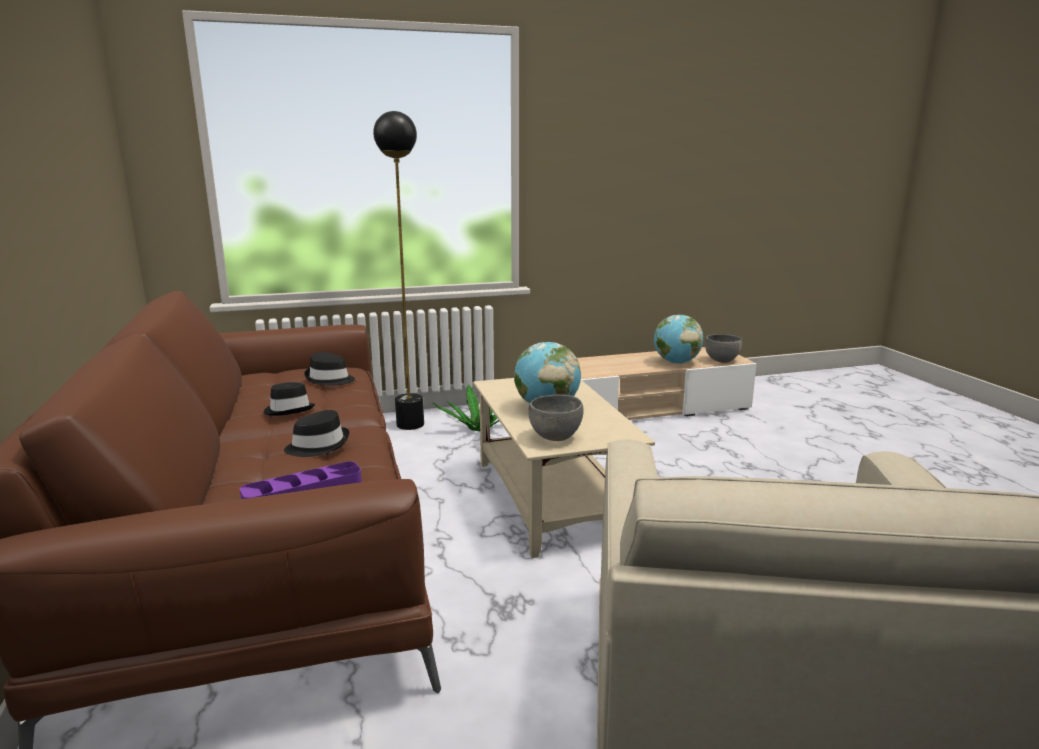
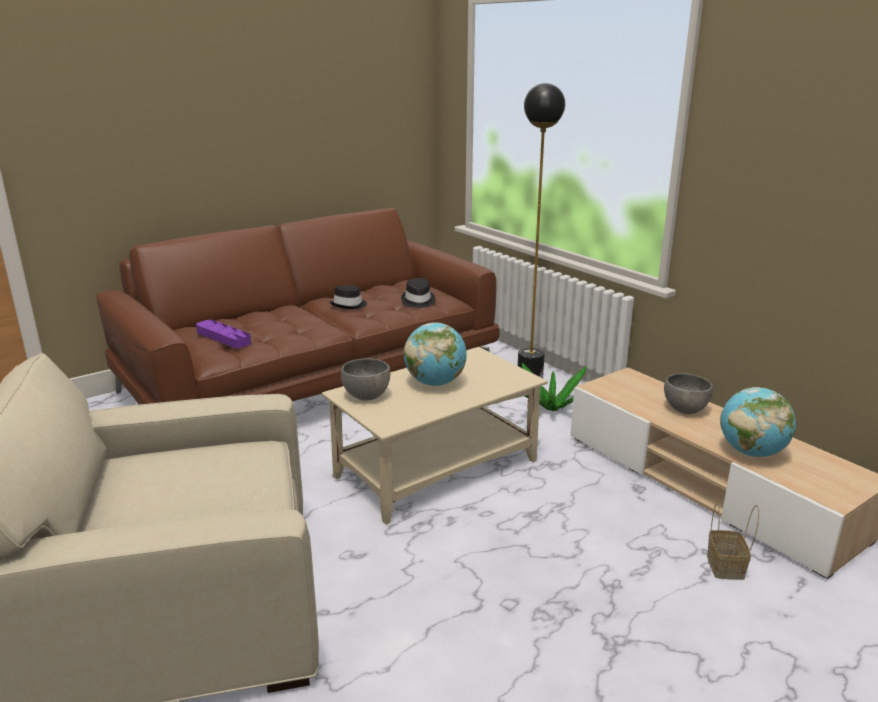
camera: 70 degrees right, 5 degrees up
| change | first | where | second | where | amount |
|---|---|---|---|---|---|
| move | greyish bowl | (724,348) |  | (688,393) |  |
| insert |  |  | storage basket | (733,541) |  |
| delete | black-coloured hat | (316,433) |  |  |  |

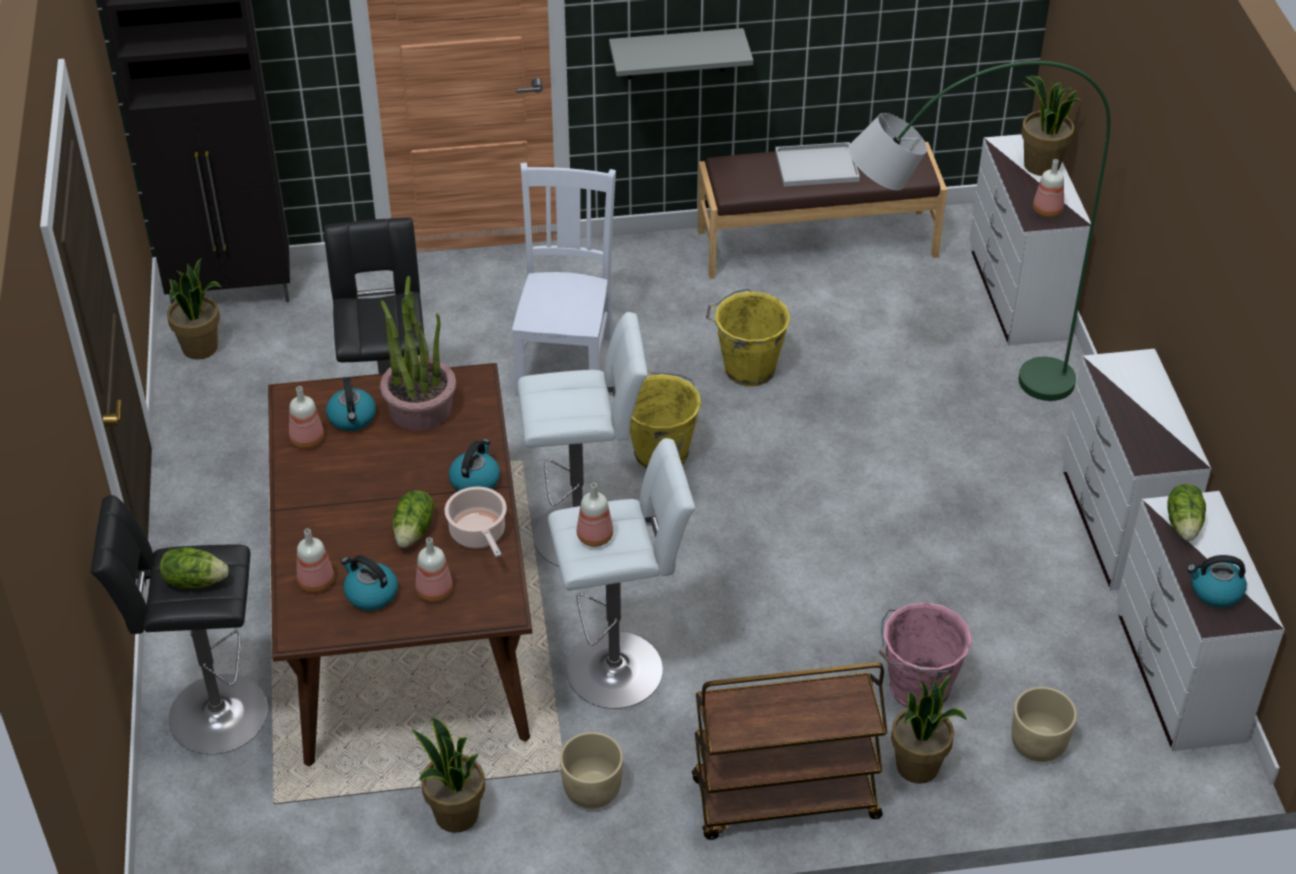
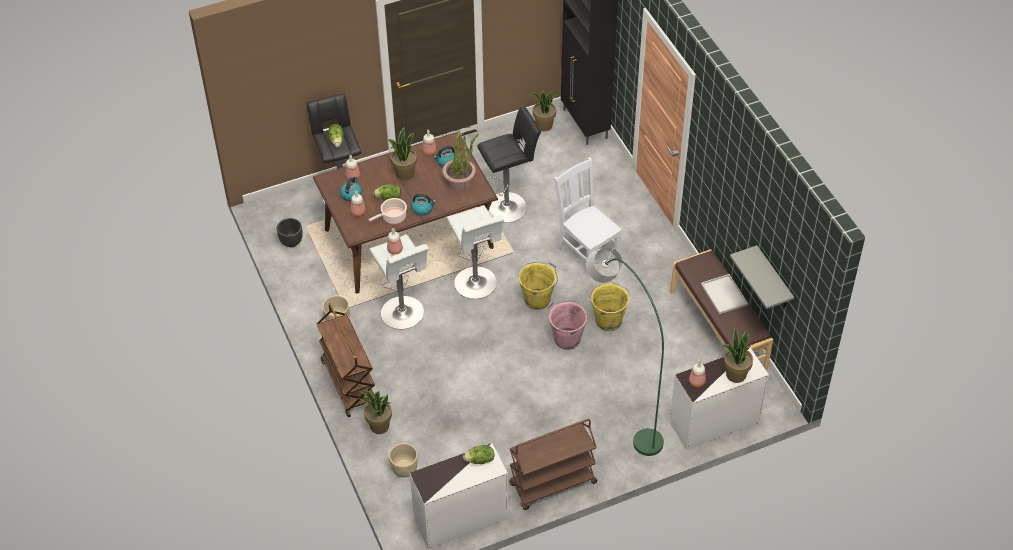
camera: 75 degrees right, 5 degrees up
| change | first | where | second | where | amount |
|---|---|---|---|---|---|
| insert |  |  | black-coloured planter | (290,232) |  |
| move | plant in a pot | (448,775) |  | (402,154) |  |
| replace | whitish dresser | (1136,469) | brown wheeled cart | (553,464) |  |
| move | pink-coloured bucket | (925,655) |  | (567,325) |  |
| rotate | whitish chair | (564,279) |  | (588,217) | 120 degrees counterclockwise |
| move | greyish shelf | (681,54) |  | (762,277) |  |
| delete | tea kettle | (1217,581) |  |  |  |

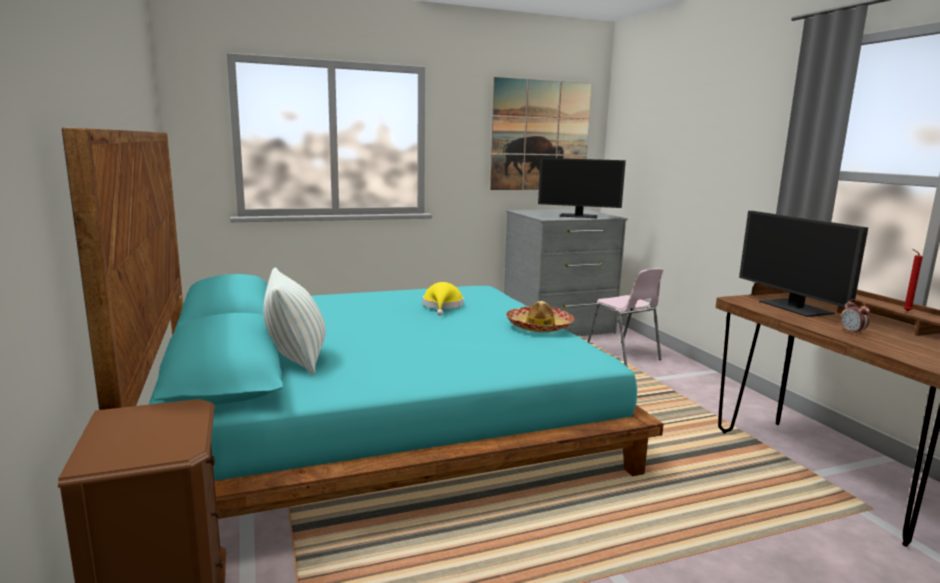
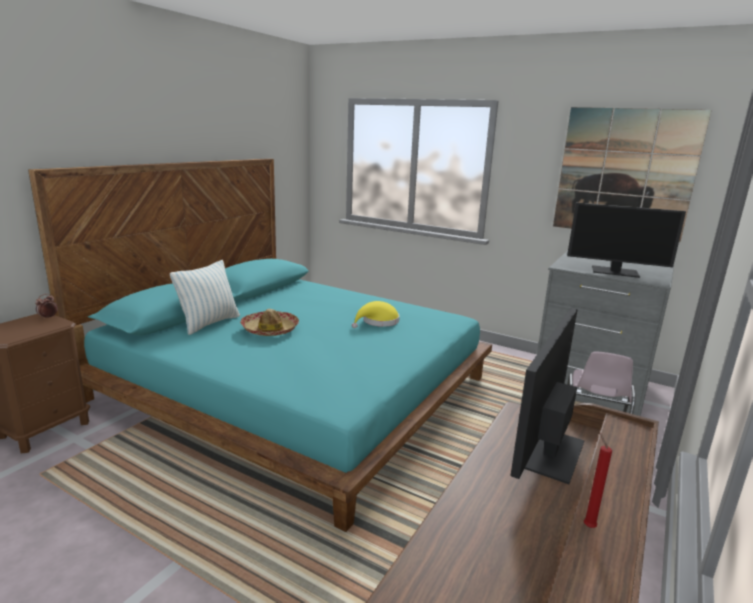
camera: 50 degrees right, 5 degrees up
| change | first | where | second | where | amount |
|---|---|---|---|---|---|
| move | table clock | (855,317) |  | (46,306) |  |
| move | hat | (540,316) |  | (269,322) |  |
| rotate | computer display | (582,188) |  | (626,240) | 45 degrees counterclockwise |

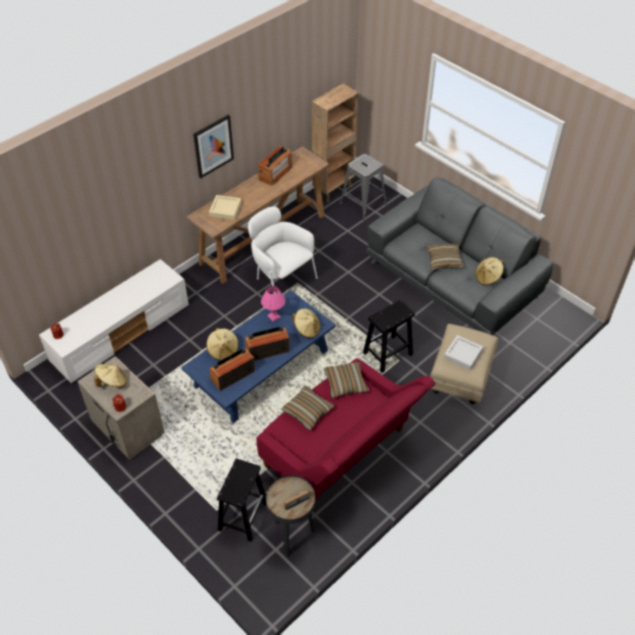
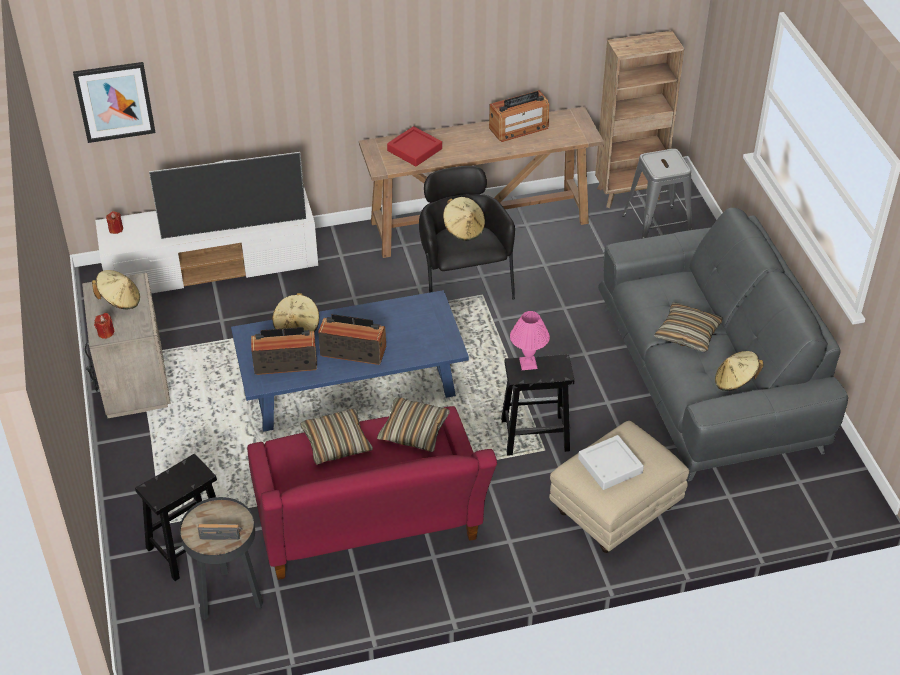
camera: 30 degrees right, 5 degrees down
| change | first | where | second | where | amount |
|---|---|---|---|---|---|
| move | wall art | (213,146) |  | (114,102) |  |
| insert |  |  | TV set | (227,195) |  |
| recolor | beige serving tray | (225,207) | reddish serving tray | (414,146) |  |
| recolor | whitish lounge chair | (282,250) | black-coloured lounge chair | (467,233) |  |
| move | beige hat | (306,323) |  | (464,219) |  |
| move | pink-coloured tabletop lamp | (273,304) |  | (530,340) |  |

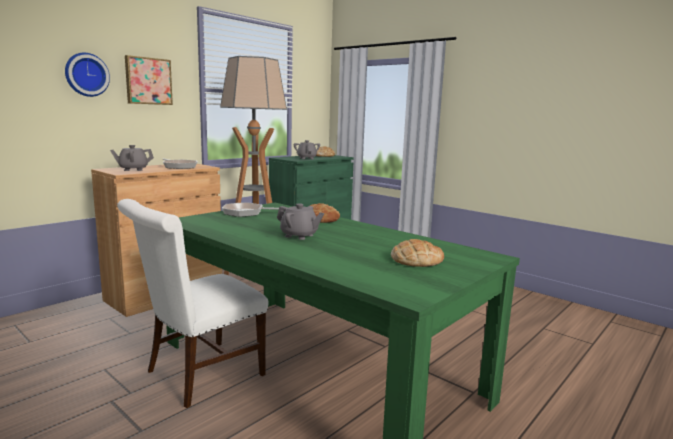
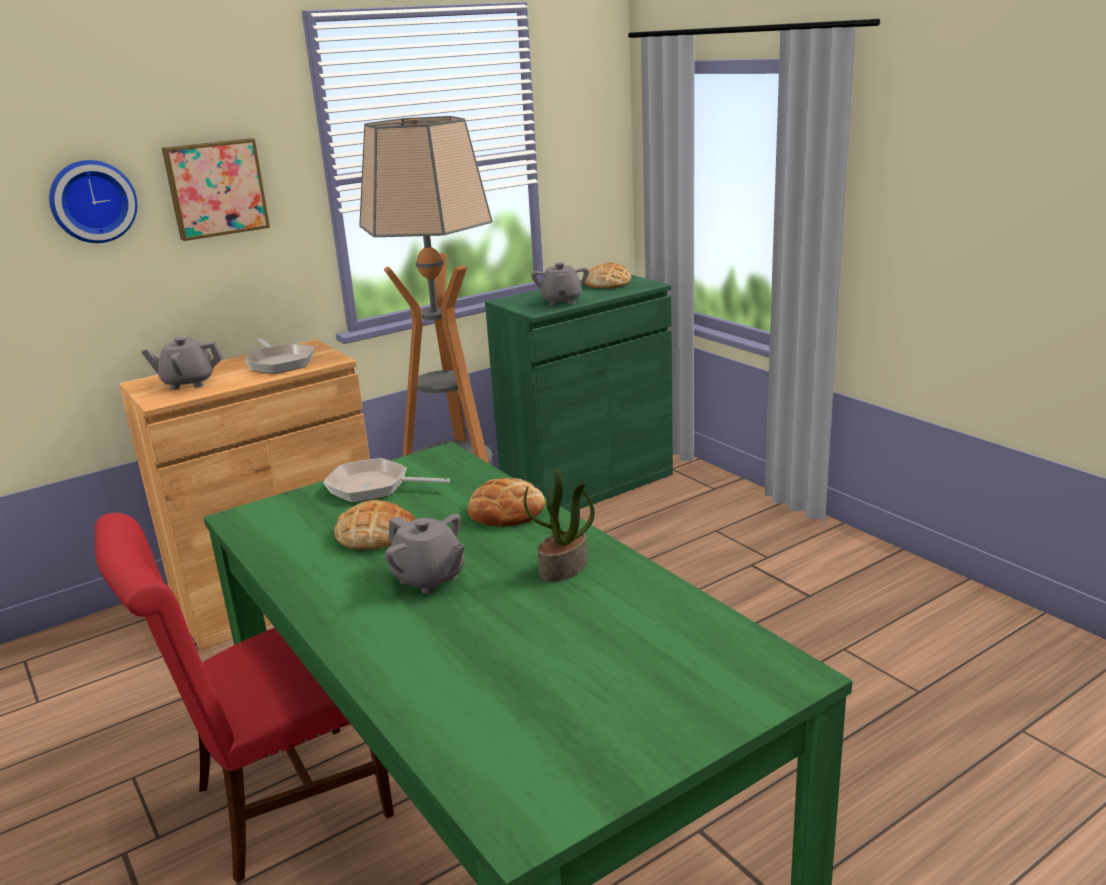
camera: 15 degrees right, 10 degrees up
| change | first | where | second | where | amount |
|---|---|---|---|---|---|
| recolor | whitish chair | (193,303) | reddish chair | (244,698) |  |
| move | baked bread | (417,253) |  | (374,525) |  |
| insert |  |  | plant in a pot | (559,526) |  |

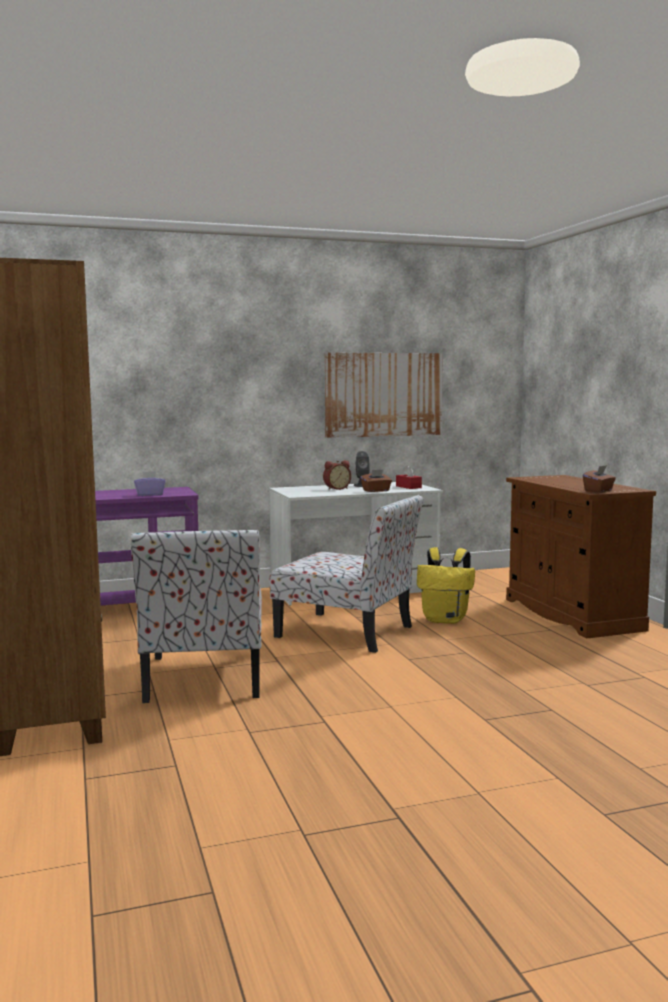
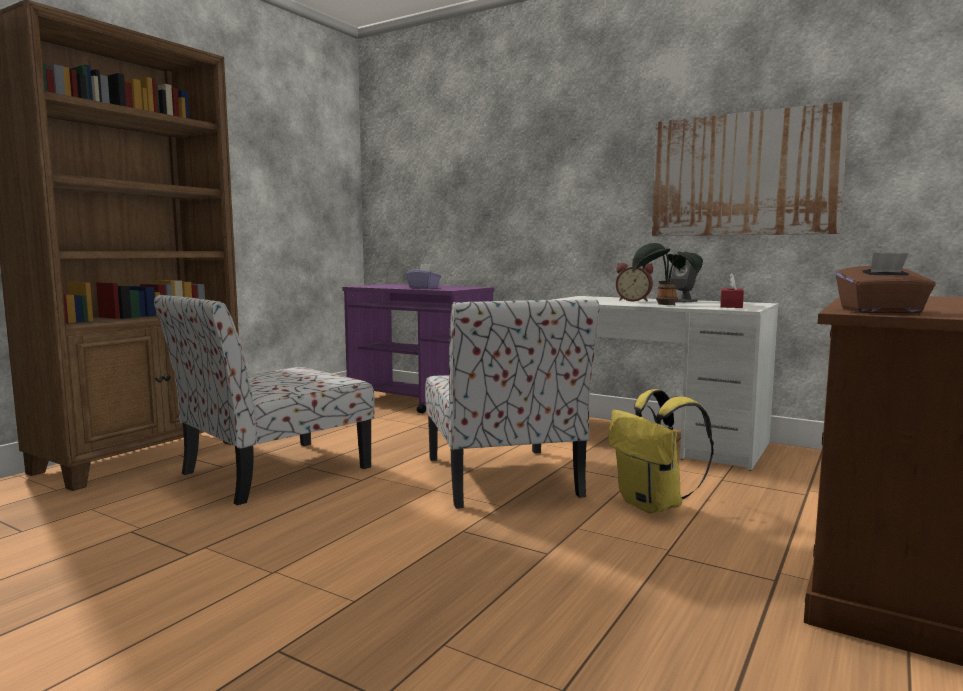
camera: 50 degrees right, 0 degrees up
| change | first | where | second | where | amount |
|---|---|---|---|---|---|
| replace | brown tissue box | (376,481) | plant in a pot | (667,274) |  |

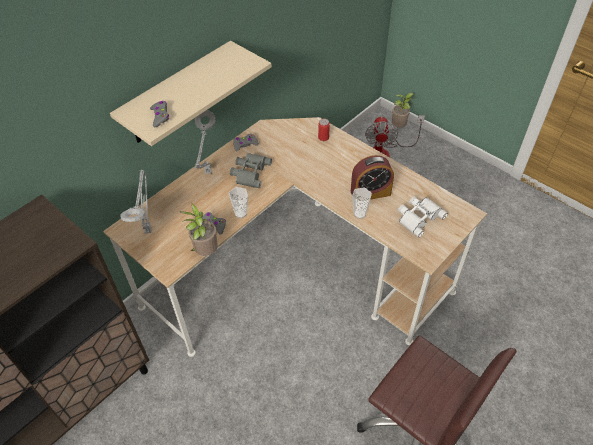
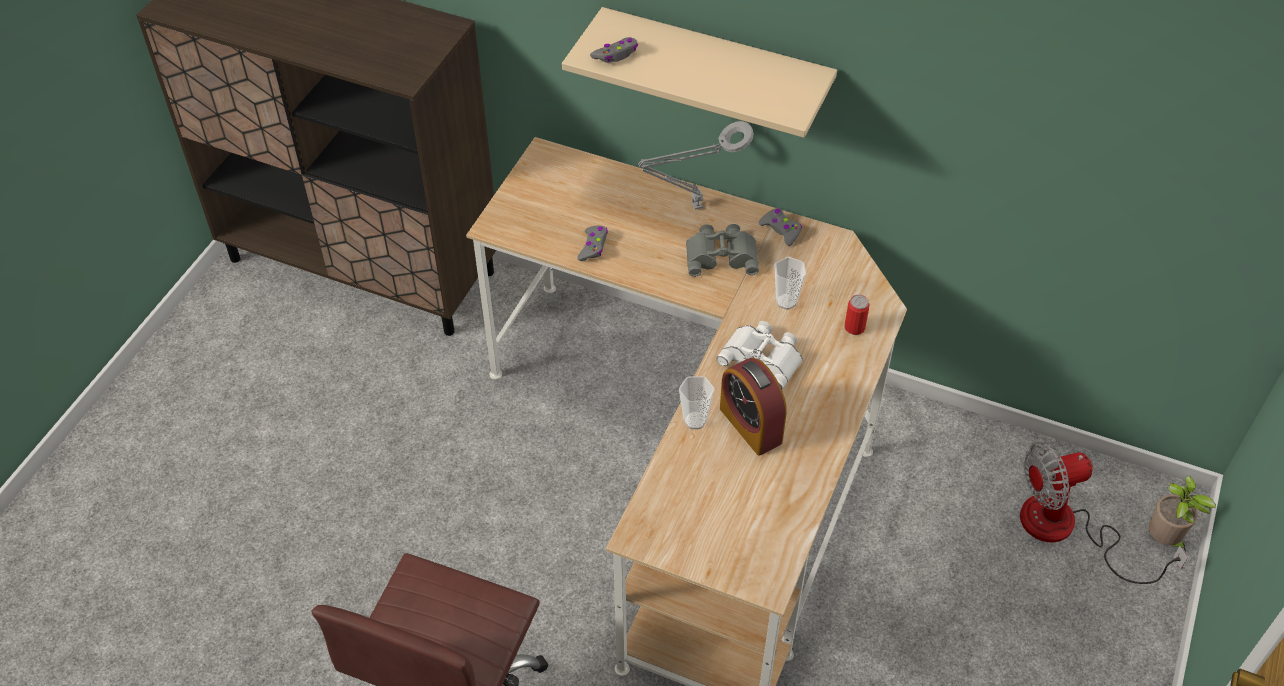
camera: 70 degrees right, 0 degrees up
| change | first | where | second | where | amount |
|---|---|---|---|---|---|
| move | whitish binoculars | (423,217) |  | (759,355) |  |
| move | small cup | (238,202) |  | (790,283) |  |
| delete | greyish tabletop lamp | (136,201) |  |  |  |
| delete | plant in a pot | (198,229) |  |  |  |

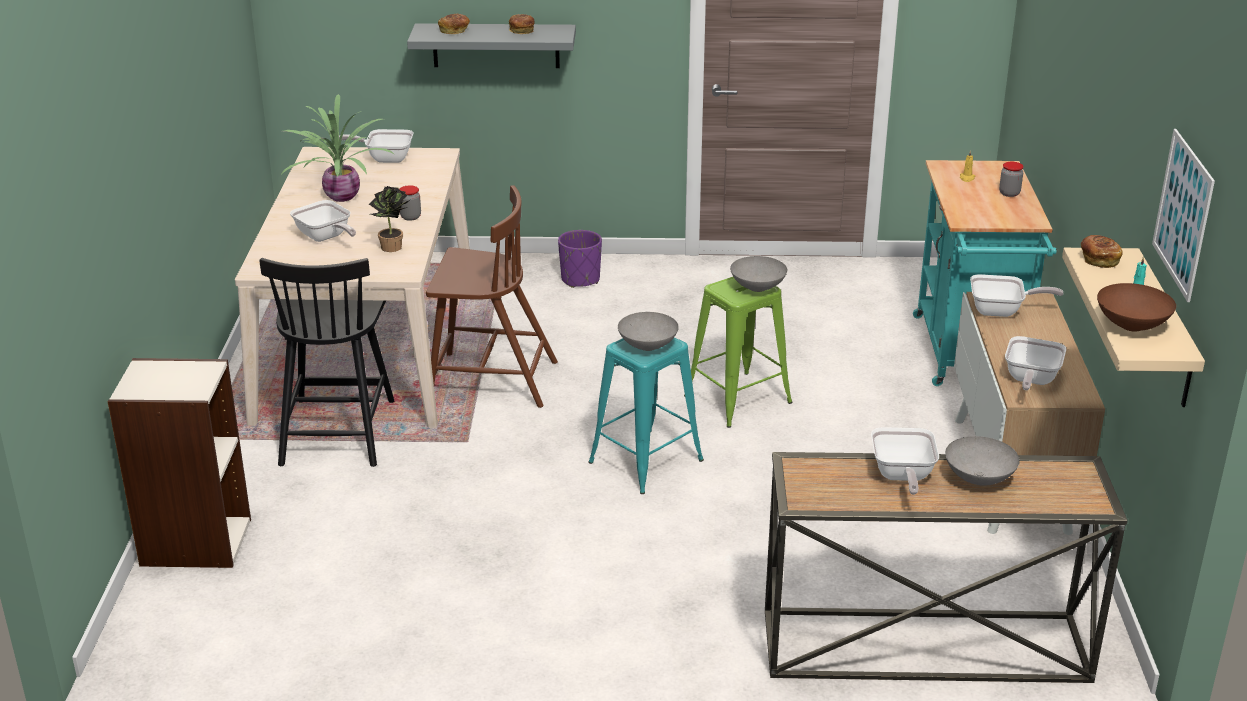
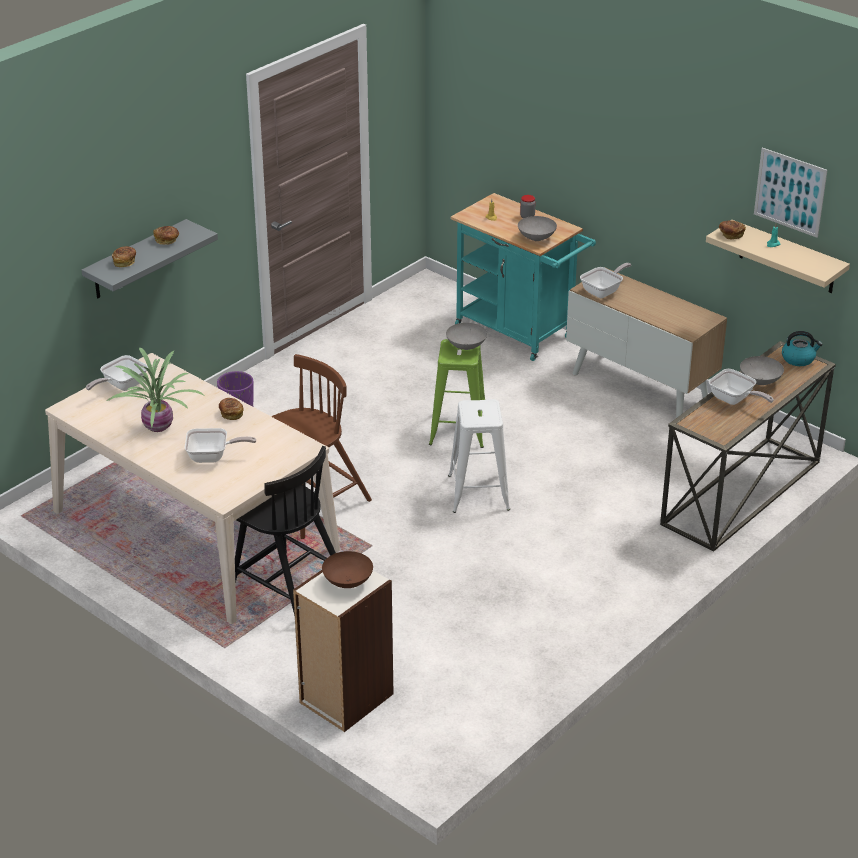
camera: 50 degrees left, 5 degrees up
| change | first | where | second | where | amount |
|---|---|---|---|---|---|
| replace | jar | (410,203) | baked bread | (231,409) |  |
| move | brown bowl | (1136,307) |  | (347,569) |  |
| recolor | turquoise stool seat | (646,416) | whitish stool seat | (479,456) |  |
| move | greyish bowl | (648,331) |  | (537,228) |  |
| insert |  |  | tea kettle | (802,348) |  |
| delete | plant in a pot | (390,219) |  |  |  |
| delete | frying pan | (1035,363) |  |  |  |

